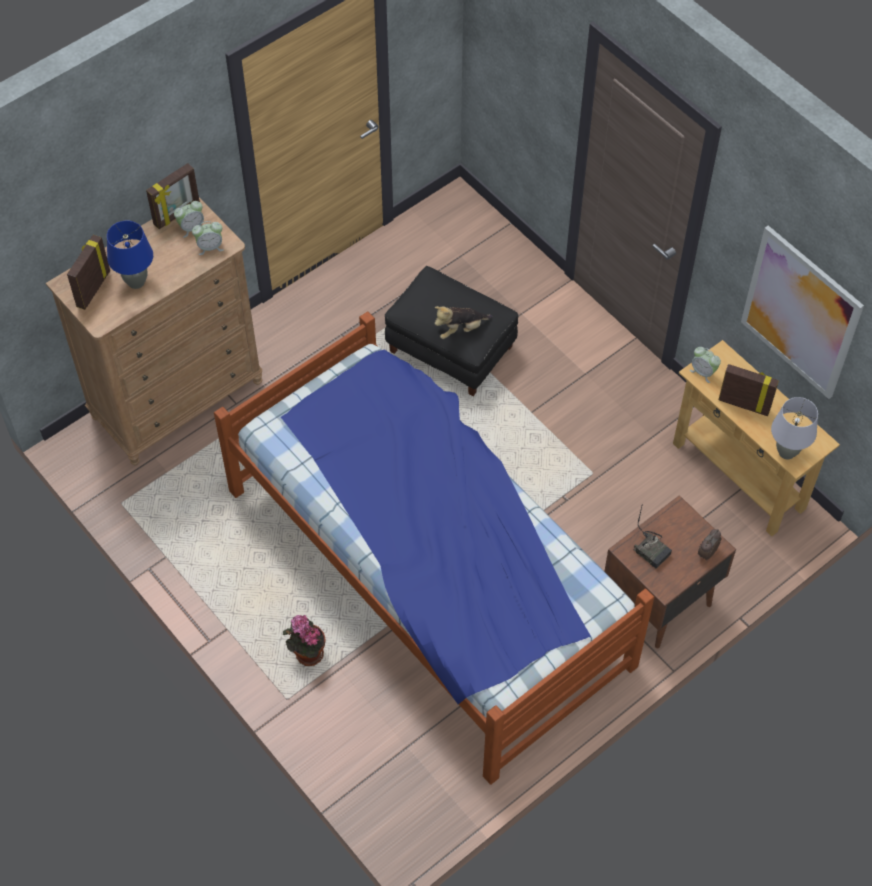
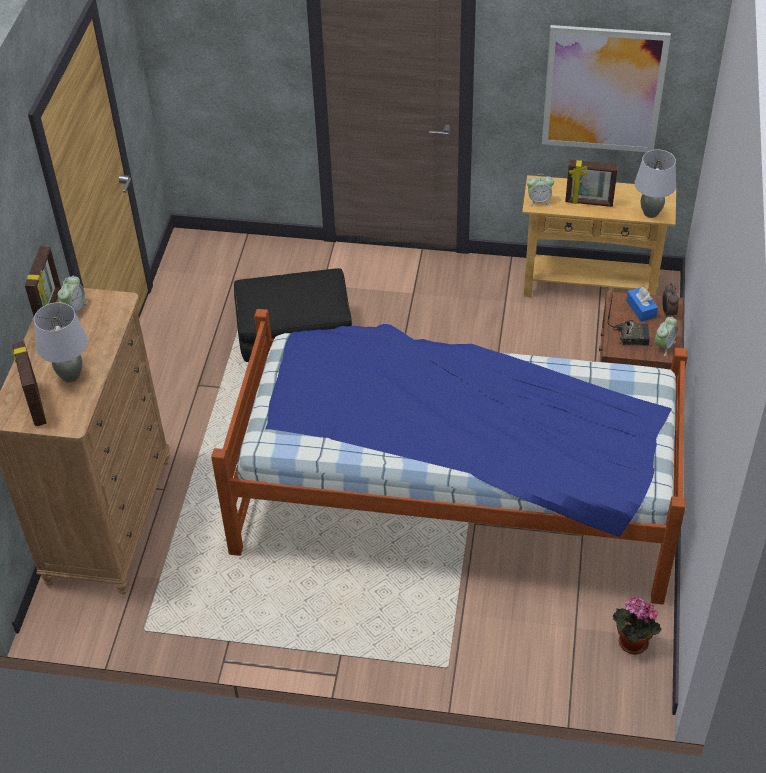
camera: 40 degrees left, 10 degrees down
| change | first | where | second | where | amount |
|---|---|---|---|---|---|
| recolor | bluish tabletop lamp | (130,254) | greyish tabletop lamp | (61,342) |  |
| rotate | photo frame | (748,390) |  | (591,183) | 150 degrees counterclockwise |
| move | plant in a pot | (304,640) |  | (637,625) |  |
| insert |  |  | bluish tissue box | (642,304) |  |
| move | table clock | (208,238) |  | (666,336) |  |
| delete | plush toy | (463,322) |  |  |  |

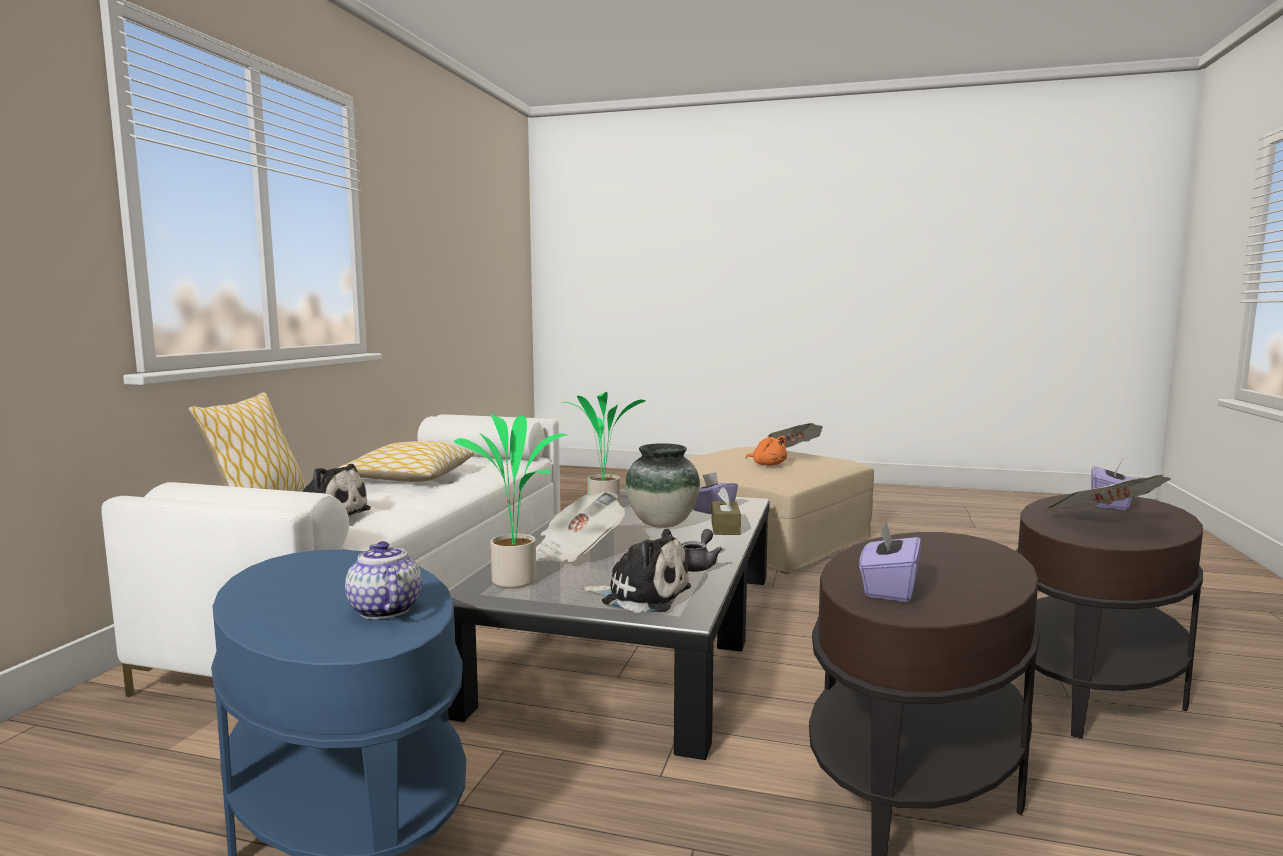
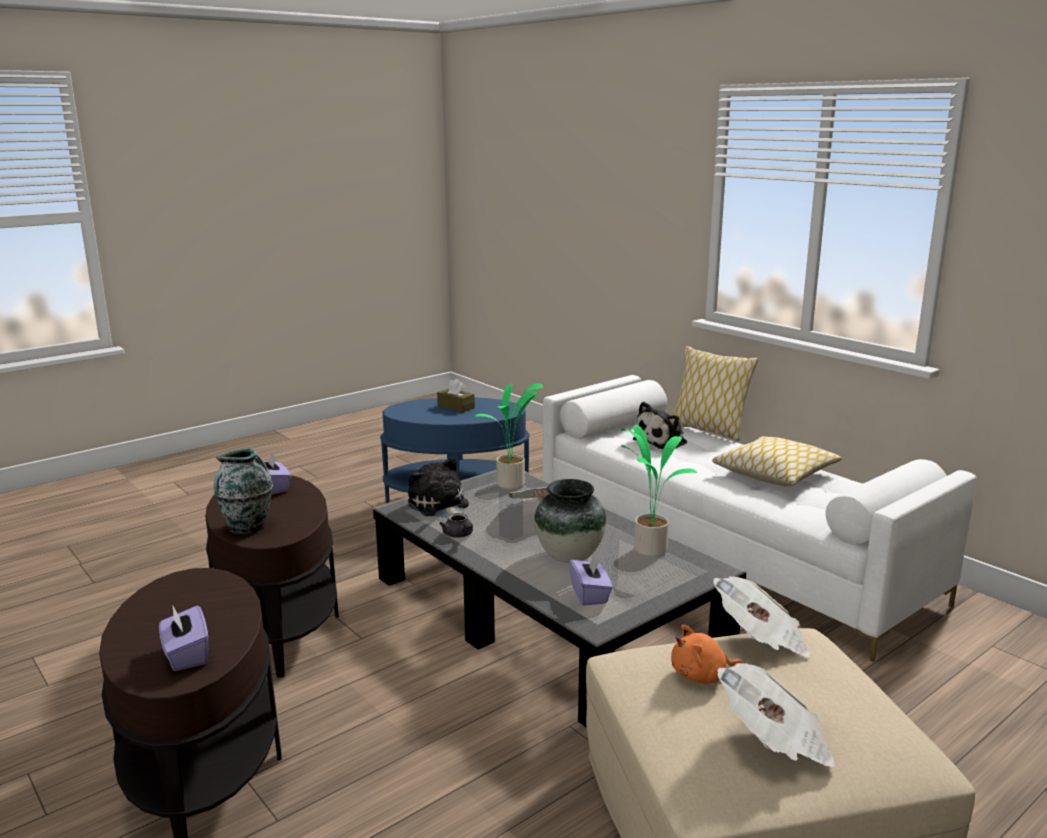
camera: 125 degrees right, 10 degrees up
| change | first | where | second | where | amount |
|---|---|---|---|---|---|
| insert |  |  | flower vase | (243,491) |  |
| rotate | plush toy | (636,571) |  | (438,487) | 90 degrees clockwise |
| move | brown tissue box | (726,511) |  | (456,396) |  |
| move | printed paper | (1106,493) |  | (762,616) |  |
| delete | pot for tea | (383,580) |  |  |  |

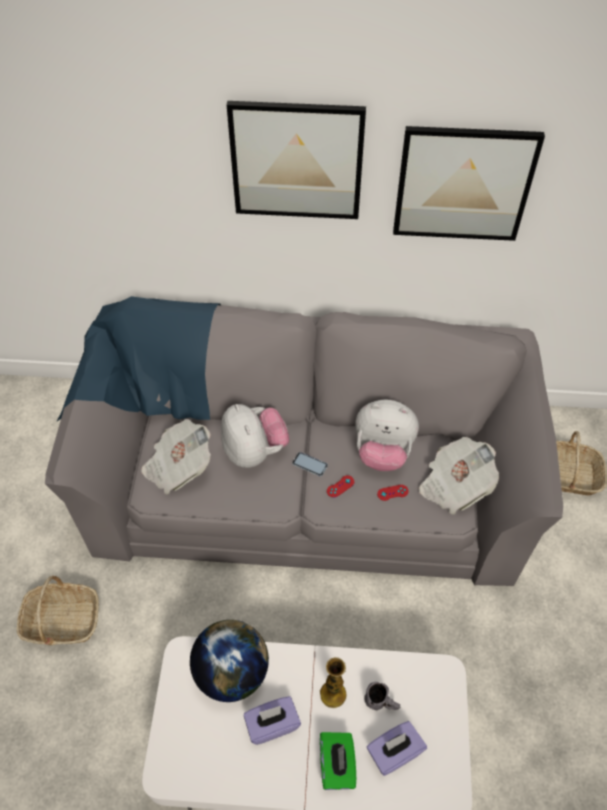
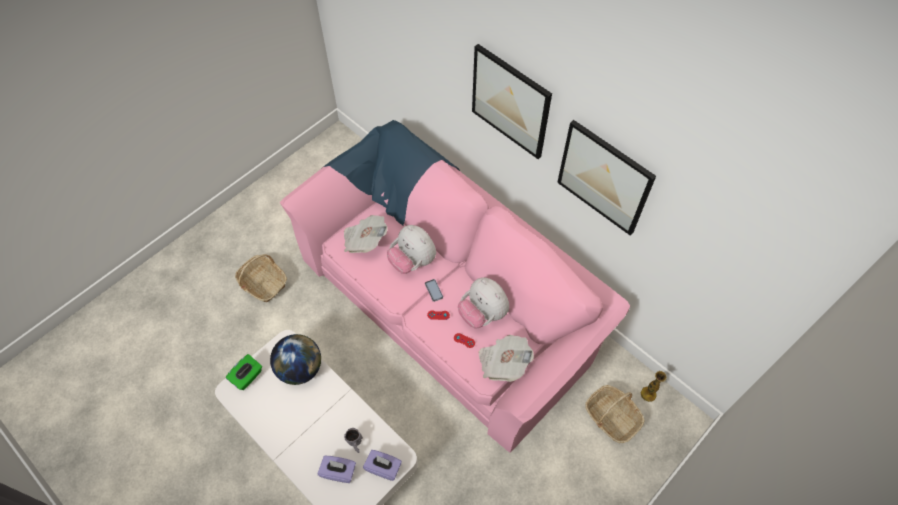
camera: 40 degrees right, 5 degrees up
| change | first | where | second | where | amount |
|---|---|---|---|---|---|
| move | greenish tissue box | (338,761) |  | (244,372) |  |
| recolor | greyish settee | (304,441) | pink-coloured settee | (455,286) |  |
| move | purplish tissue box | (272,720) |  | (382,465) |  |
| rotate | plush toy | (255,436) |  | (411,249) | 120 degrees clockwise |
| move | flower vase | (333,682) |  | (654,386) |  |

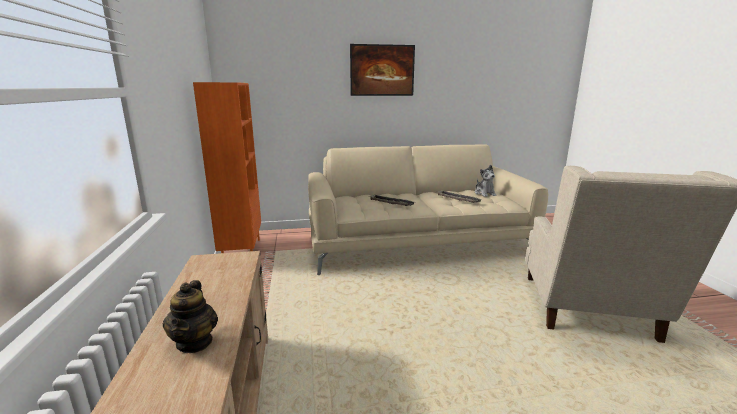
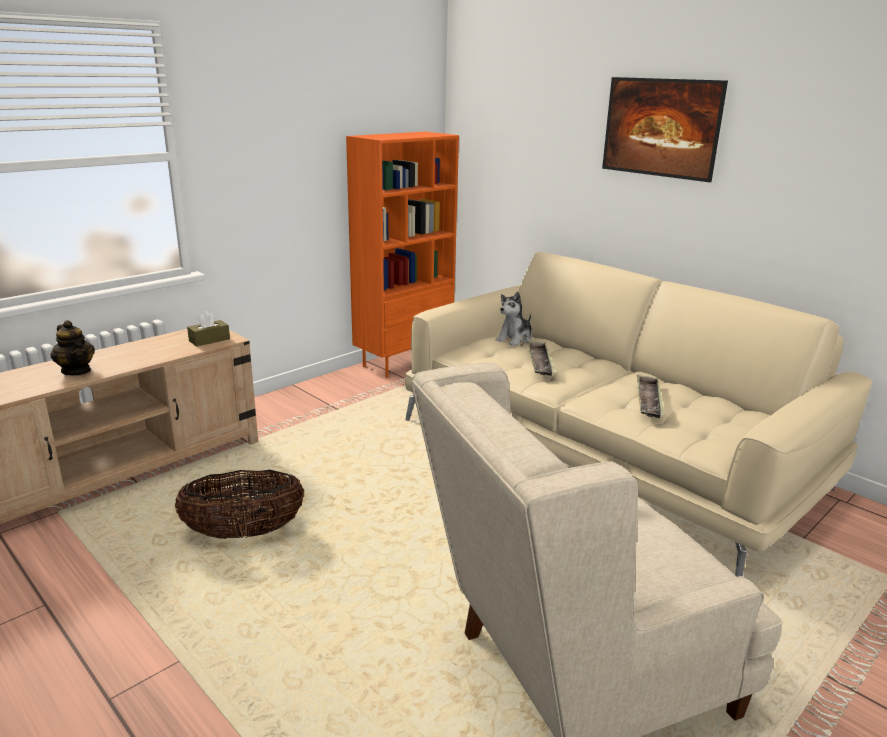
camera: 55 degrees right, 5 degrees up
| change | first | where | second | where | amount |
|---|---|---|---|---|---|
| rotate | pot for tea | (190,316) |  | (72,347) | 90 degrees counterclockwise |
| insert |  |  | storage basket | (239,504) |  |
| insert |  |  | brown tissue box | (208,329) |  |
| move | plush toy | (485,181) |  | (514,318) |  |

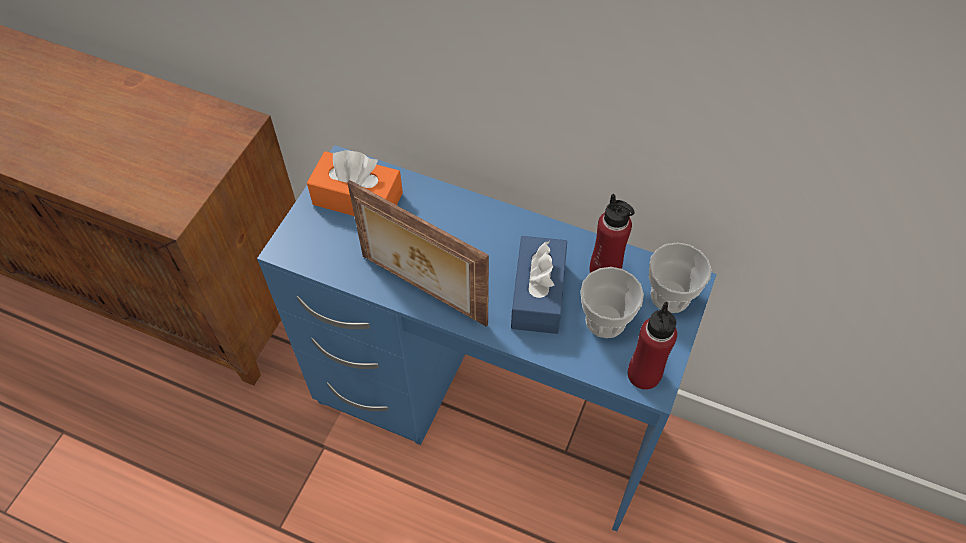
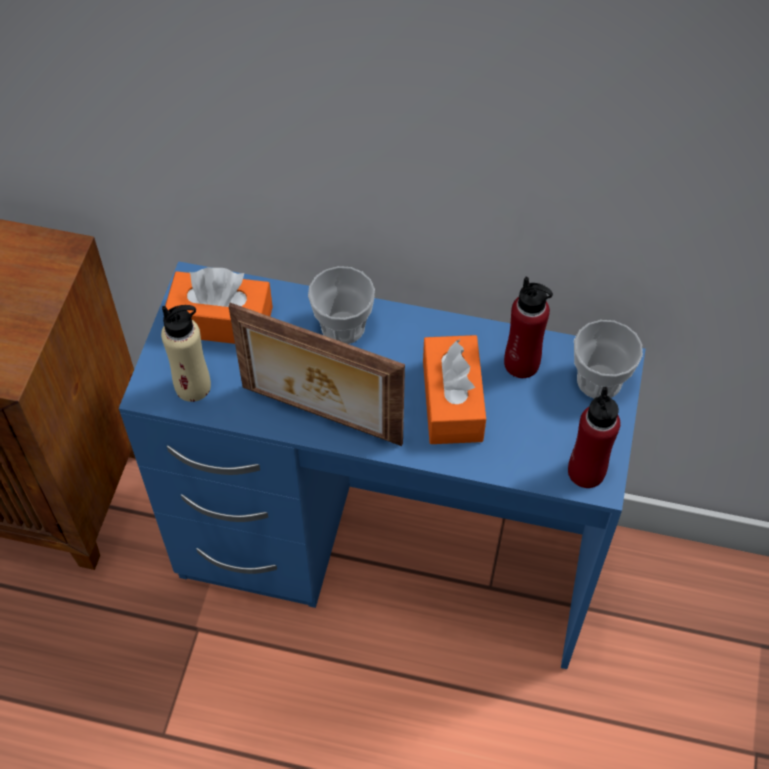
camera: 10 degrees left, 0 degrees up
| change | first | where | second | where | amount |
|---|---|---|---|---|---|
| insert |  |  | beige drink bottle | (186,353) |  |
| move | small cup | (612,302) |  | (341,305) |  |
| recolor | bluish tissue box | (539,285) | orangey tissue box | (454,389) |  |

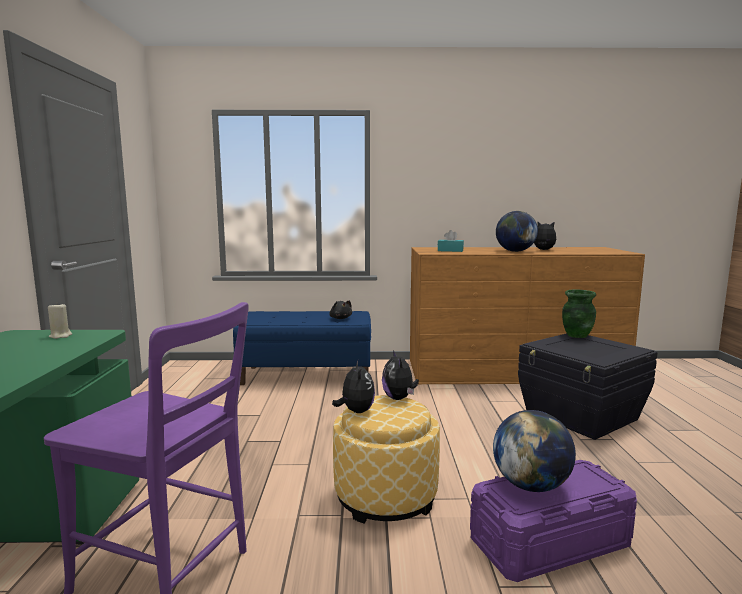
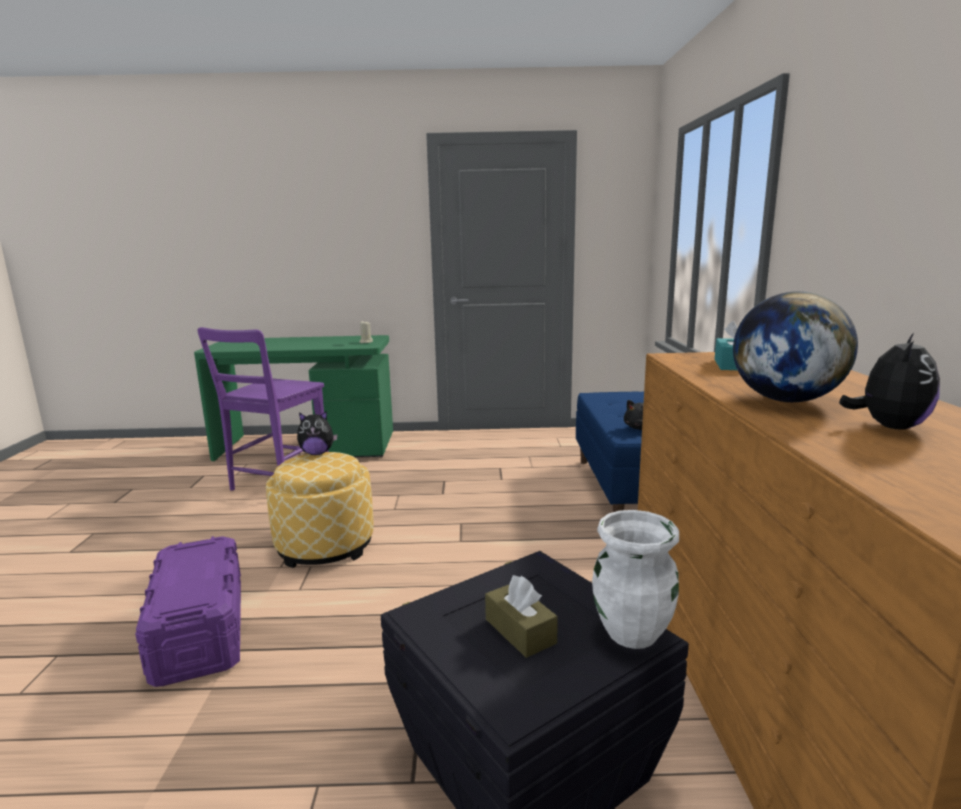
camera: 90 degrees right, 5 degrees up
| change | first | where | second | where | amount |
|---|---|---|---|---|---|
| insert |  |  | brown tissue box | (521,616) |  |
| recolor | greenish flower vase | (579,314) | whitish flower vase | (635,579) |  |
| delete | plush toy | (400,375) |  |  |  |
| delete | globe | (534,451) |  |  |  |

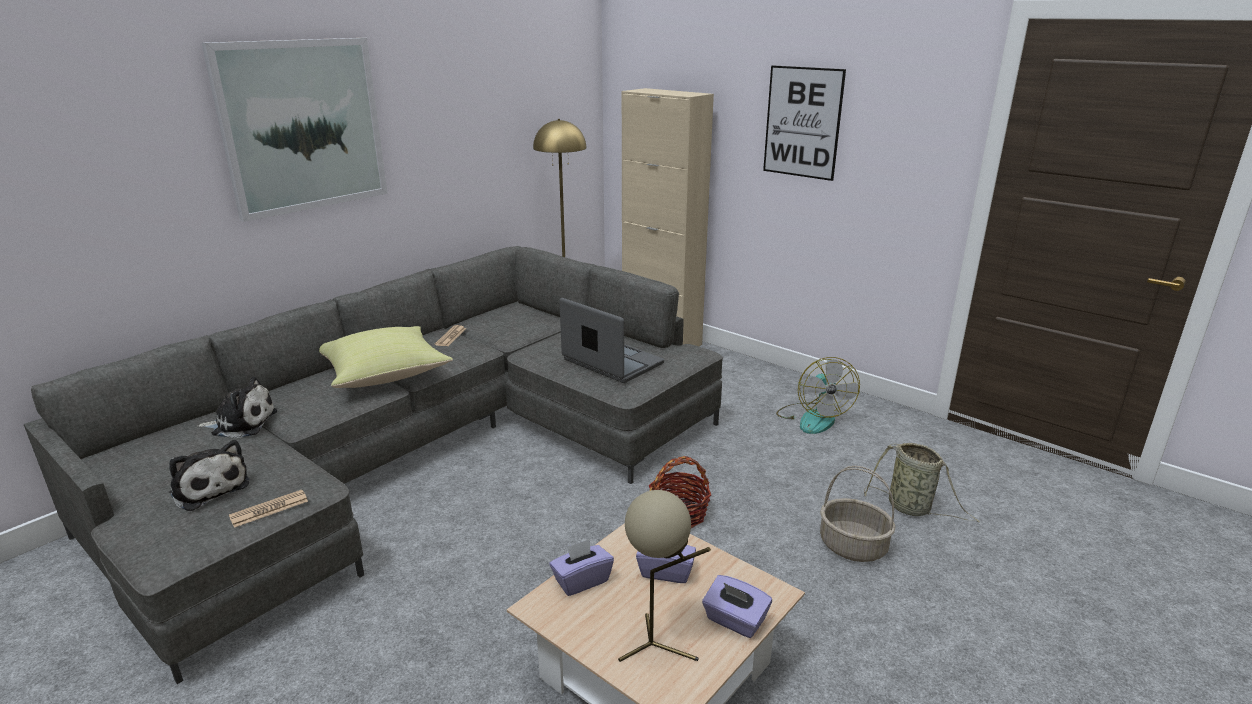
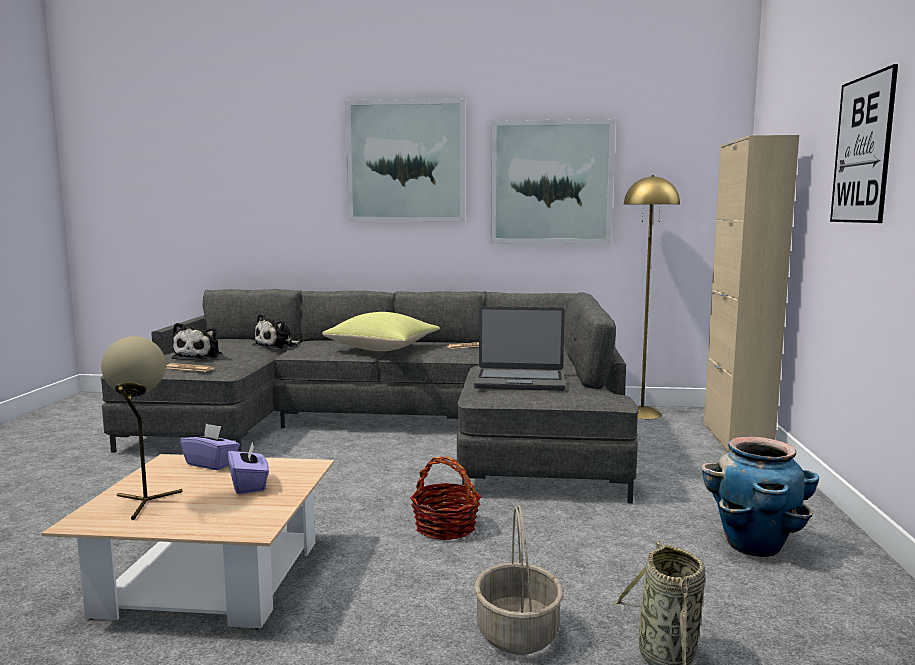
camera: 55 degrees right, 15 degrees down
| change | first | where | second | where | amount |
|---|---|---|---|---|---|
| rotate | plush toy | (237,407) |  | (276,331) | 75 degrees clockwise |
| rotate | notebook computer | (612,340) |  | (519,348) | 90 degrees clockwise |
| insert |  |  | wall art | (553,181) |  |
| replace | fan | (818,395) | planter | (760,496) |  |
| delete | purplish tissue box | (737,606) |  |  |  |

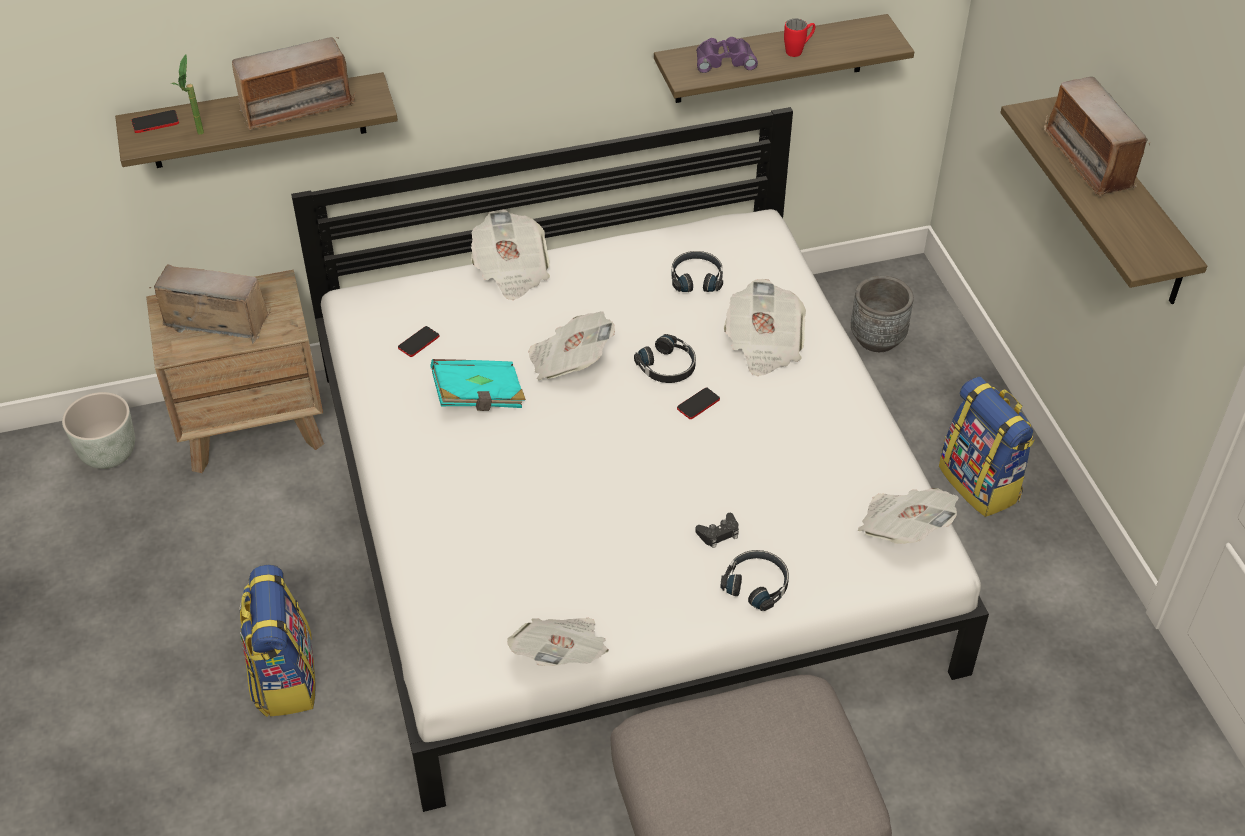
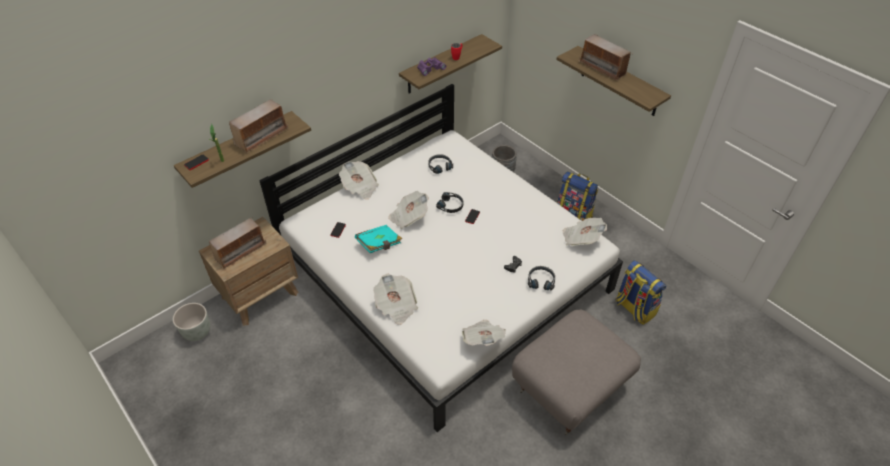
camera: 25 degrees left, 0 degrees up
| change | first | where | second | where | amount |
|---|---|---|---|---|---|
| rotate | radio | (210,304) |  | (237,243) | 150 degrees clockwise |
| move | printed paper | (765,327) |  | (395,299) |  |
| move | backpack | (277,641) |  | (640,292) |  |

